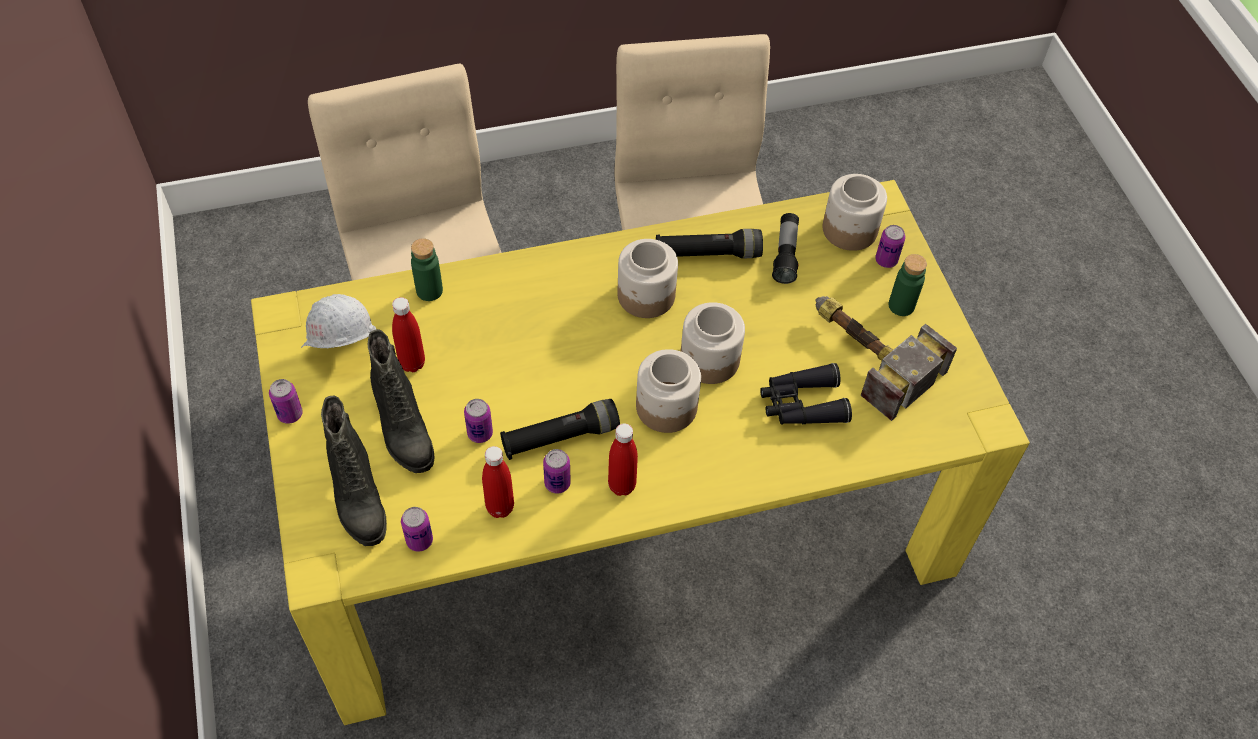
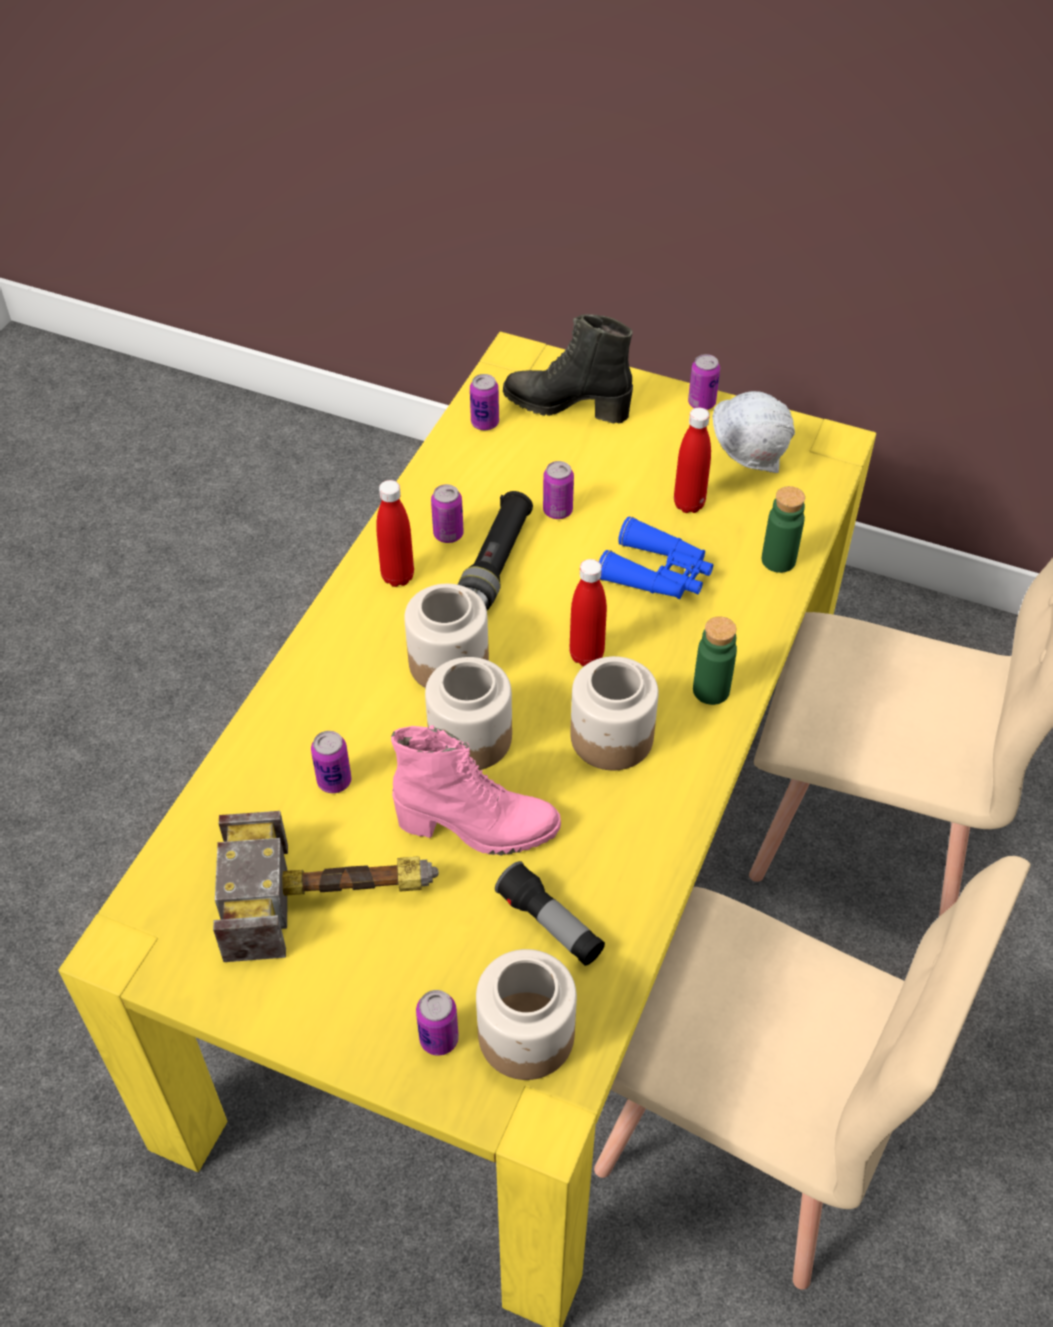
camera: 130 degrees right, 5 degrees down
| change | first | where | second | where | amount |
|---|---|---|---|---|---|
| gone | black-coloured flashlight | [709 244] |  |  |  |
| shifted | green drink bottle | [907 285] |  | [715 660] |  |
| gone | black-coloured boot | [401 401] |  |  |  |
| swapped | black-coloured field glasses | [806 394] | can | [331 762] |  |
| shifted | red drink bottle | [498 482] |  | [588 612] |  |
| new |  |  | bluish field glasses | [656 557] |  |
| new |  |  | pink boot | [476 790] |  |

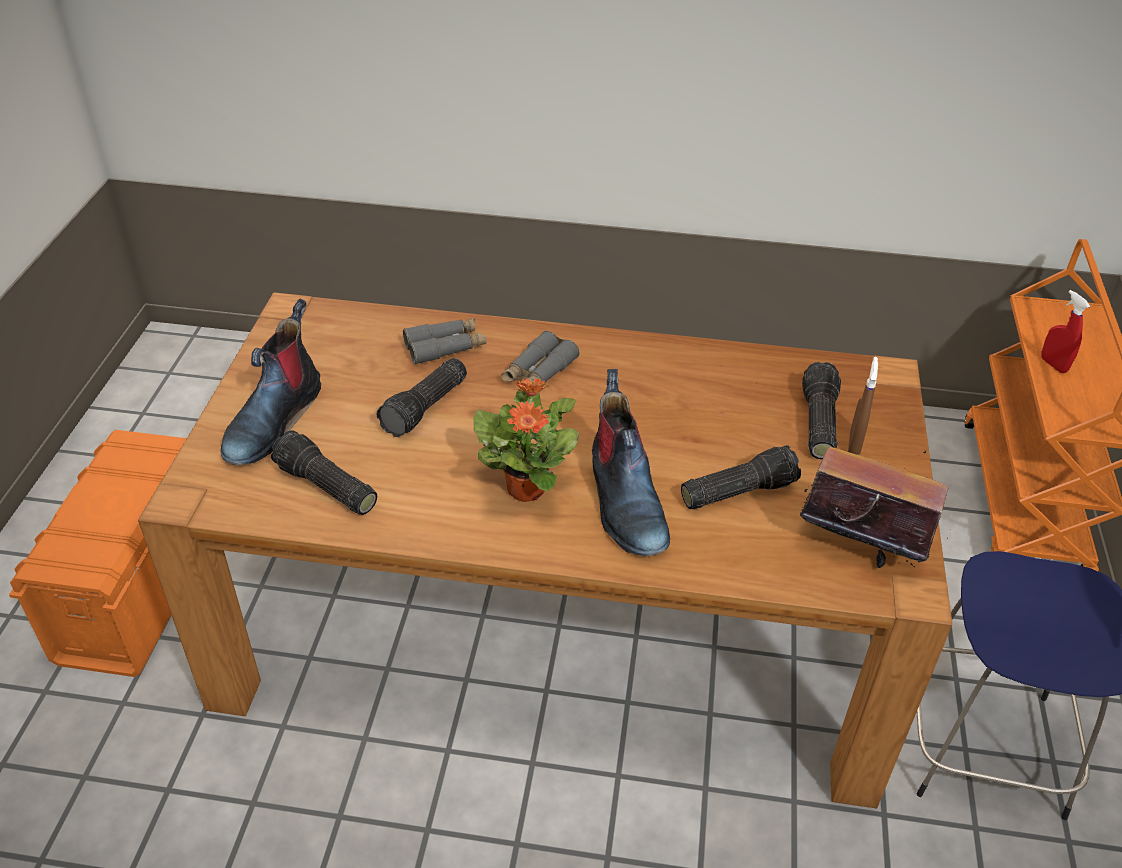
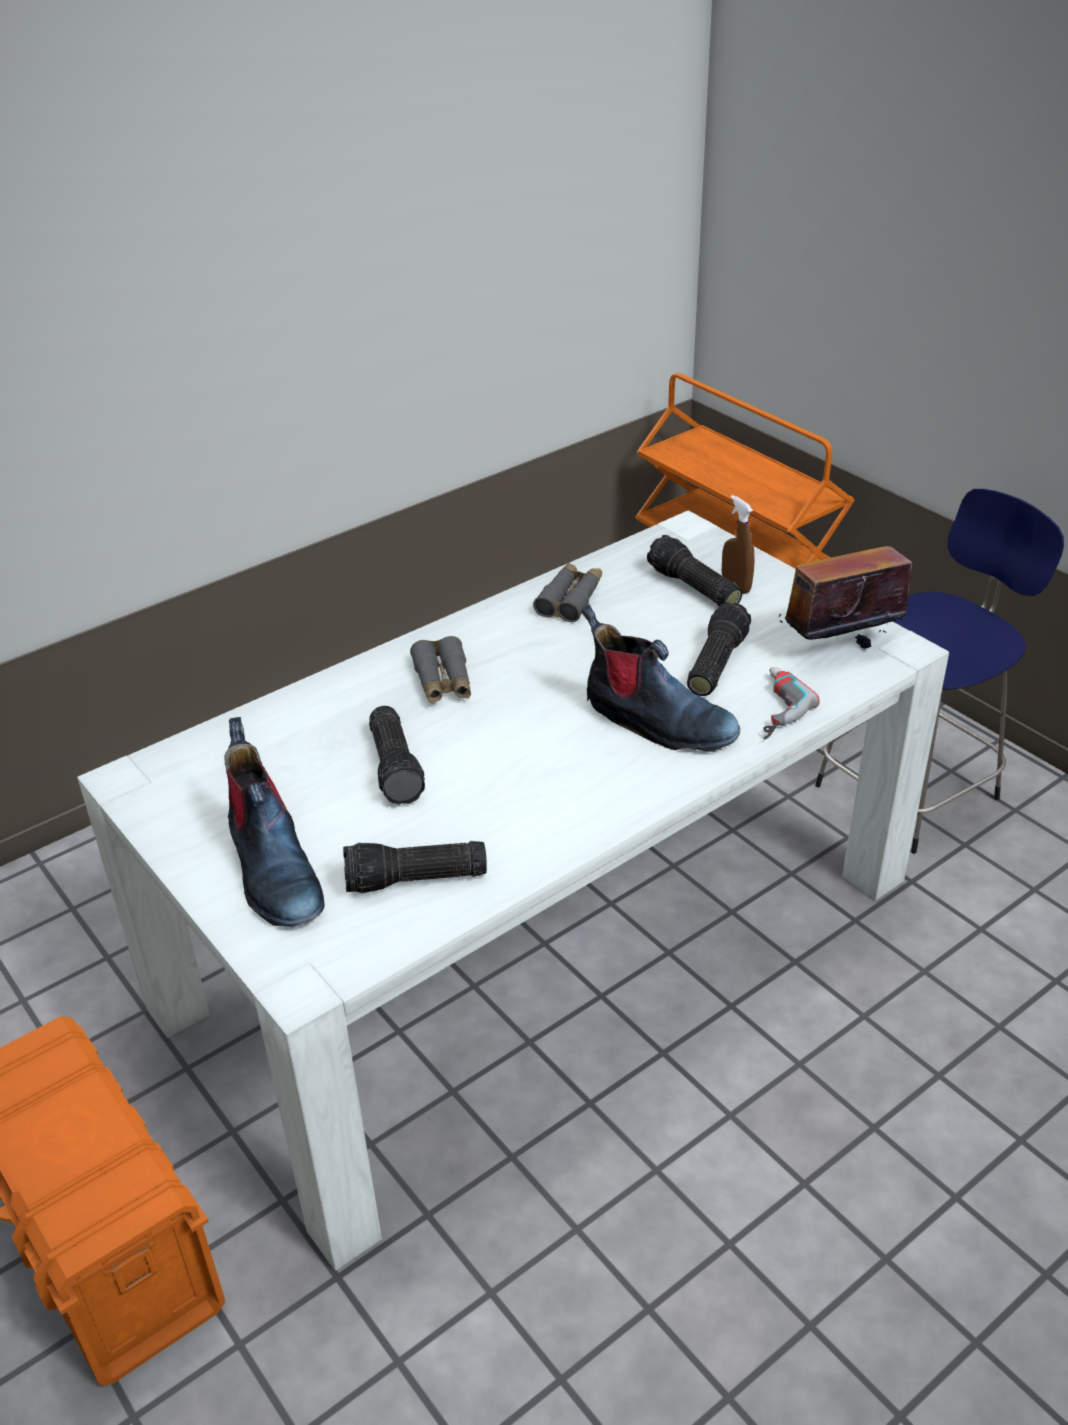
camera: 45 degrees left, 5 degrees down
| change | first | where | second | where | amount |
|---|---|---|---|---|---|
| gone | red sprayer | [1065 331] |  |  |  |
| repainted | brown dining table | [545 550] | whitish dining table | [513 890] |  |
| shifted | greyish field glasses | [444 341] |  | [567 592] |  |
| gone | plant in a pot | [526 440] |  |  |  |
| new |  |  | electric drill | [791 703] |  |

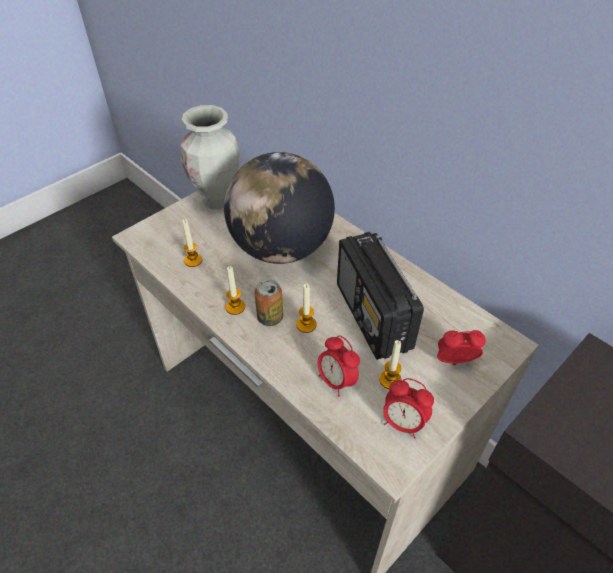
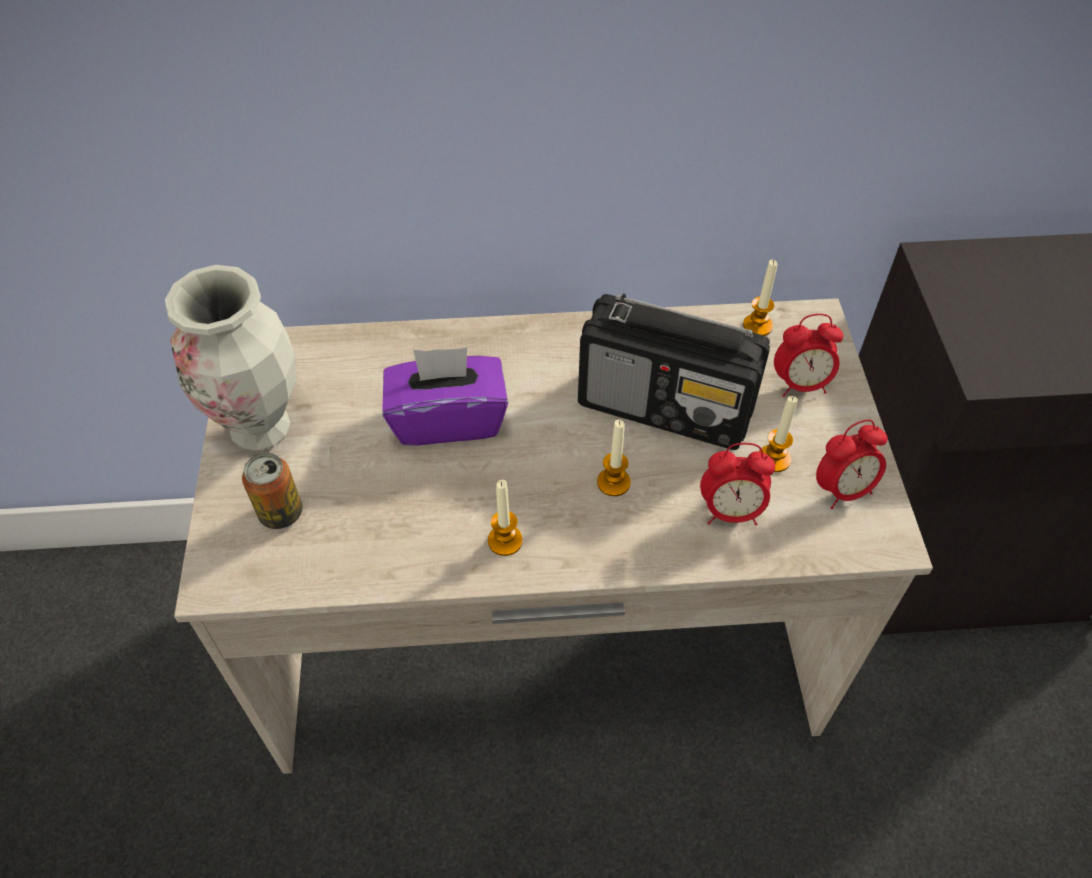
camera: 50 degrees left, 5 degrees up
| change | first | where | second | where | amount |
|---|---|---|---|---|---|
| swapped | desk globe | [279 208] | purple box of tissues | [445 396] |  |
| shifted | candle | [192 243] |  | [760 298] |  |
| shifted | can | [268 302] |  | [272 491] |  |
| rotated | table clock | [461 347] |  | [808 355] | 135 degrees counterclockwise |

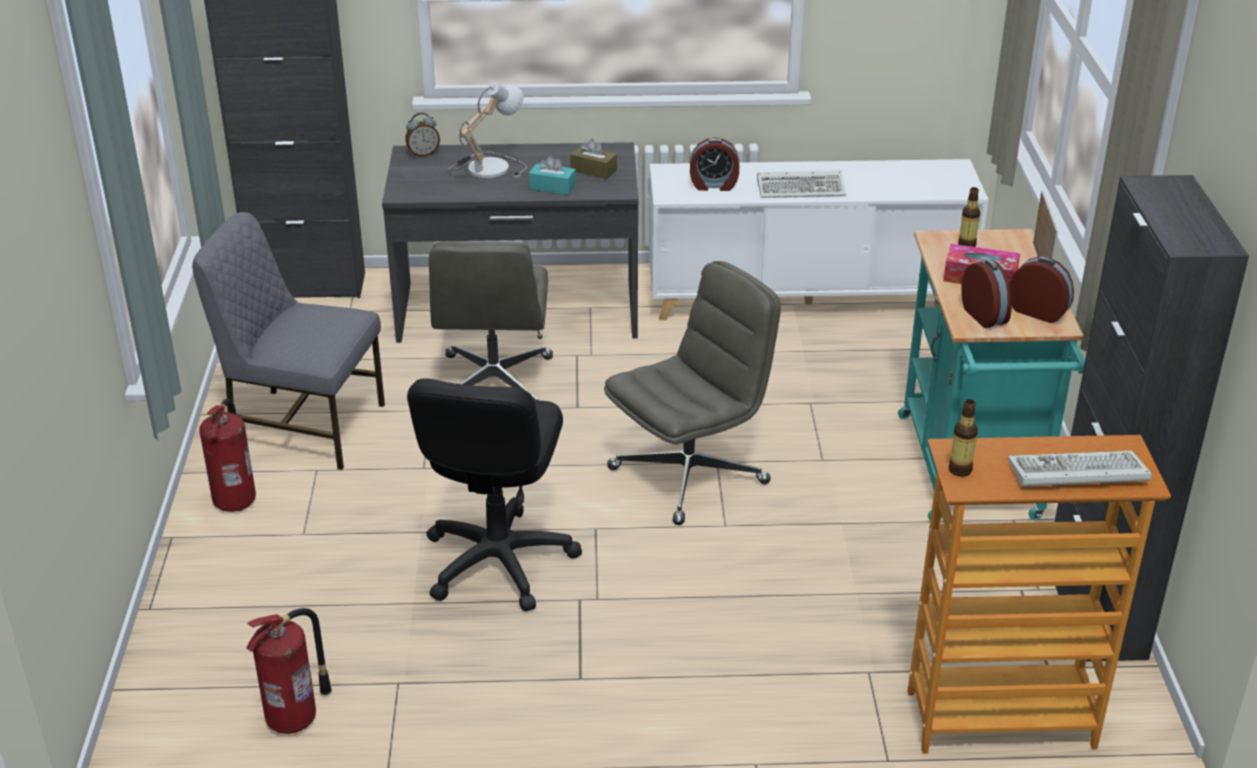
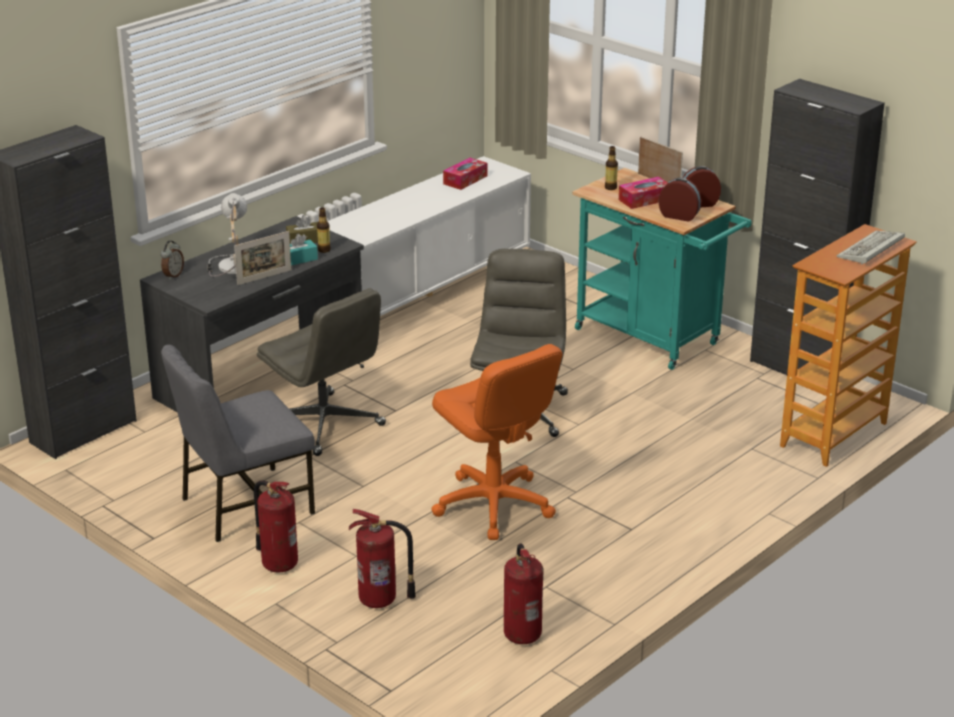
camera: 45 degrees left, 5 degrees down
| change | first | where | second | where | amount |
|---|---|---|---|---|---|
| gone | table clock | [714 164] |  |  |  |
| gone | PC keyboard | [801 184] |  |  |  |
| repainted | black-coloured desk chair | [494 494] | orange desk chair | [497 442] |  |
| shifted | drink bottle | [963 438] |  | [324 230] |  |
| new |  |  | box of tissues | [465 174] |  |
| new |  |  | photo frame | [262 258] |  |
| new |  |  | fire-fighting cylinder | [382 558] |  |

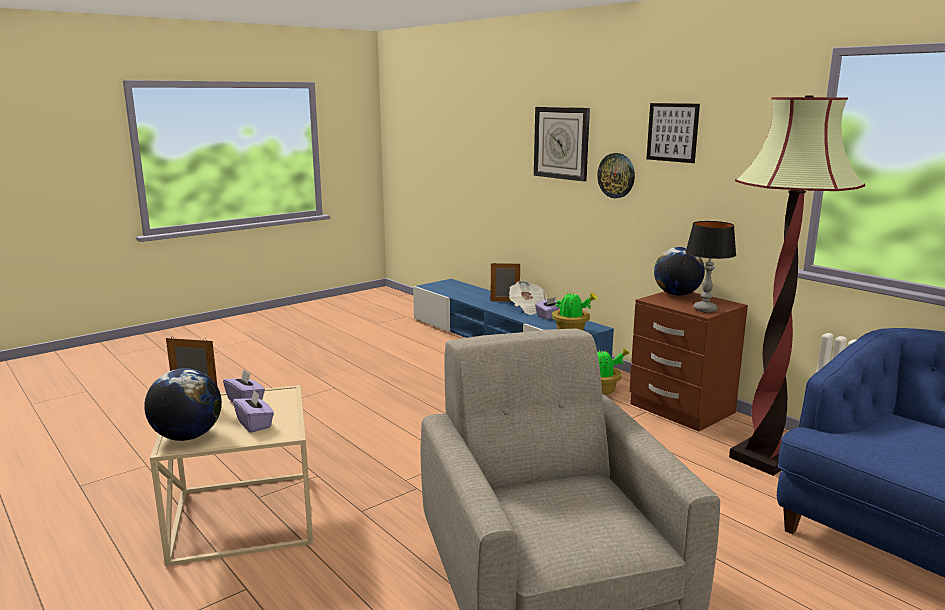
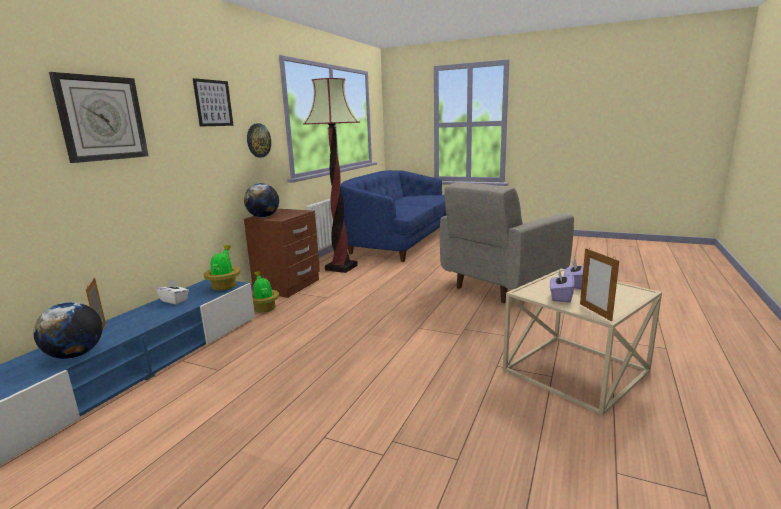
camera: 115 degrees left, 0 degrees up
| change | first | where | second | where | amount |
|---|---|---|---|---|---|
| shifted | hanging clock | [616 175] |  | [259 140] |  |
| gone | lamp for a table | [710 267] |  |  |  |
| gone | newspaper | [528 298] |  |  |  |
| repainted | purple box of tissues | [547 308] | whitish box of tissues | [172 292] |  |
| shifted | desk globe | [183 404] |  | [68 330] |  |

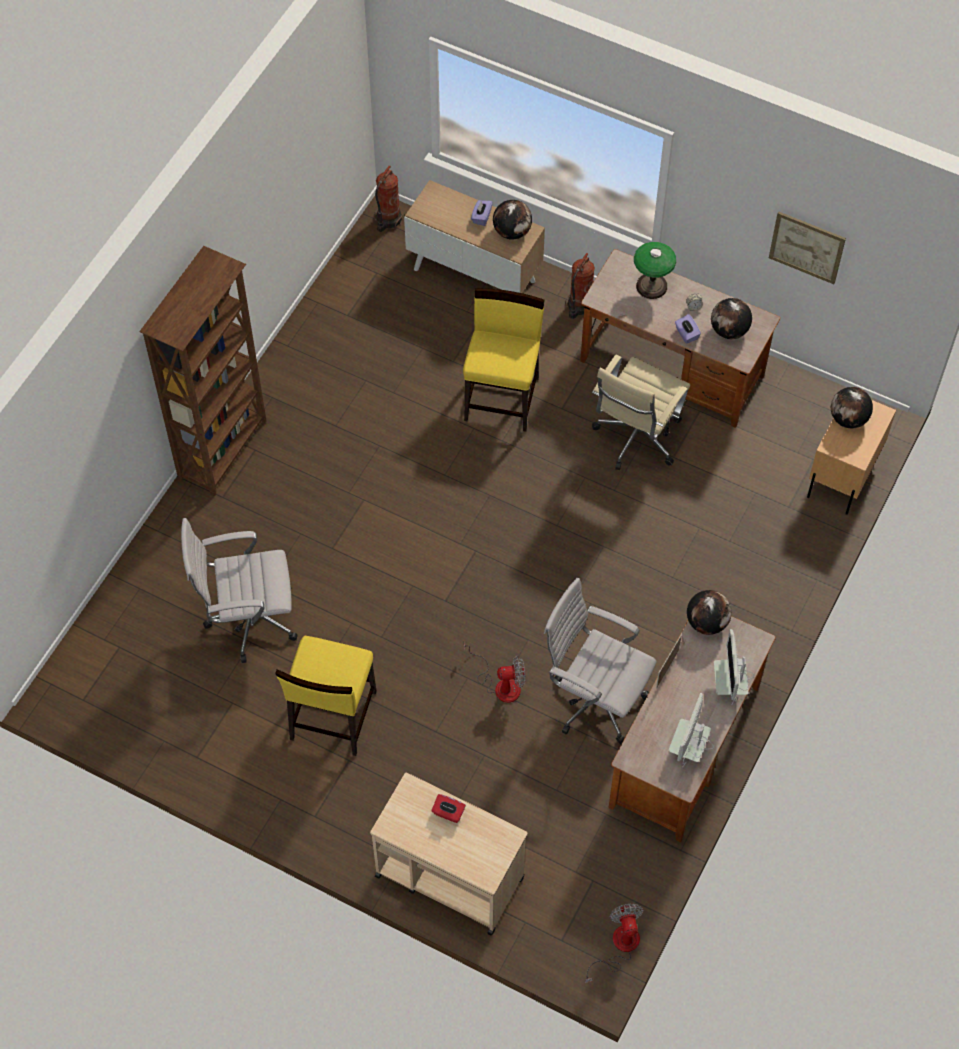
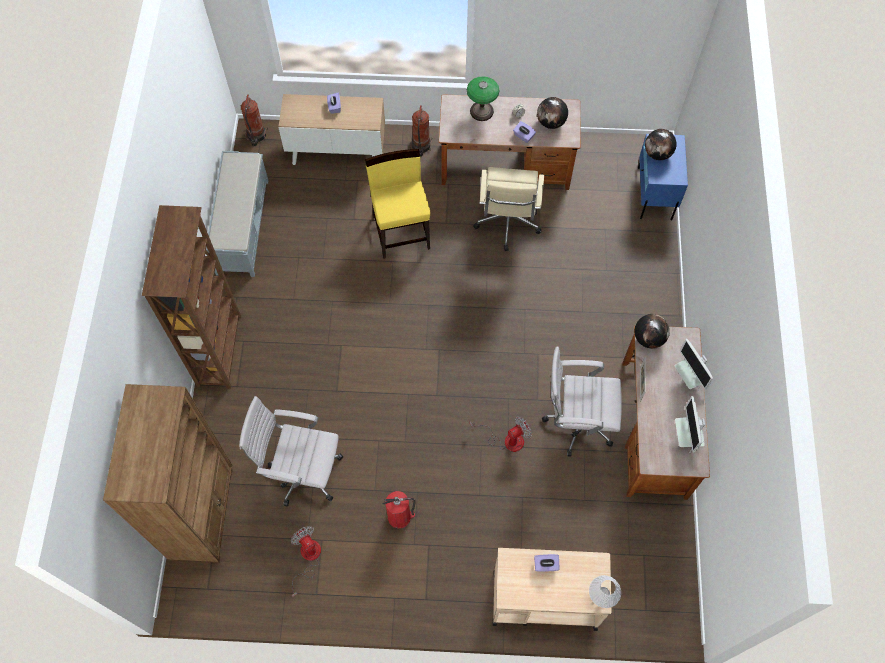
camera: 25 degrees left, 5 degrees up
| change | first | where | second | where | amount |
|---|---|---|---|---|---|
| gone | desk globe | [512 220] |  |  |  |
| gone | wall picture | [807 247] |  |  |  |
| repainted | beige nightstand | [851 457] | bluish nightstand | [663 177] |  |
| rotated | whitish desk chair | [239 590] |  | [291 451] | 45 degrees clockwise |
| swapped | yellow-coloured upright chair | [326 695] | fire-fighting cylinder | [399 510] |  |
| repainted | red box of tissues | [449 808] | purple box of tissues | [547 563] |  |
| shifted | cooling fan | [614 943] |  | [306 561] |  |
| new |  |  | greyish long seat | [237 214] |  |
| new |  |  | brown bookcase | [168 473] |  |
| new |  |  | whitish lamp for a table | [605 591] |  |

